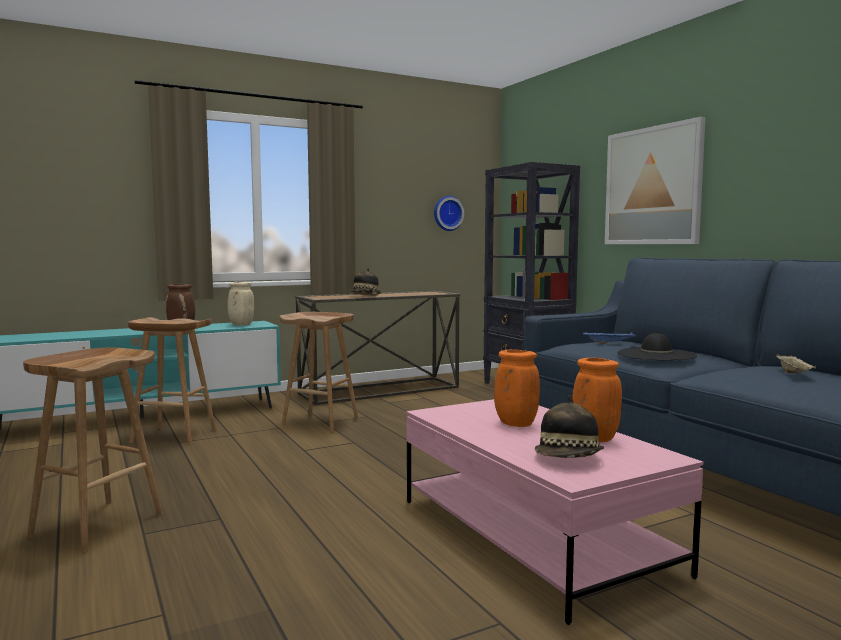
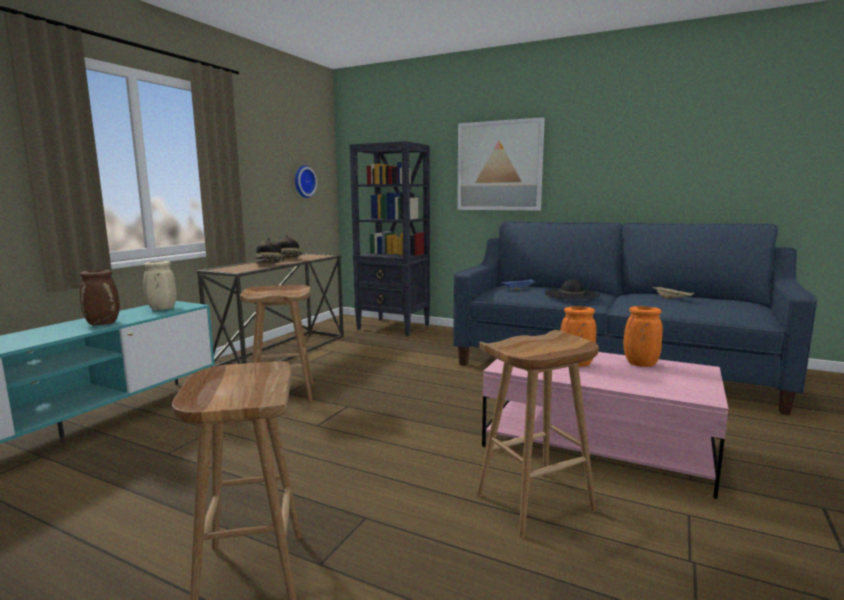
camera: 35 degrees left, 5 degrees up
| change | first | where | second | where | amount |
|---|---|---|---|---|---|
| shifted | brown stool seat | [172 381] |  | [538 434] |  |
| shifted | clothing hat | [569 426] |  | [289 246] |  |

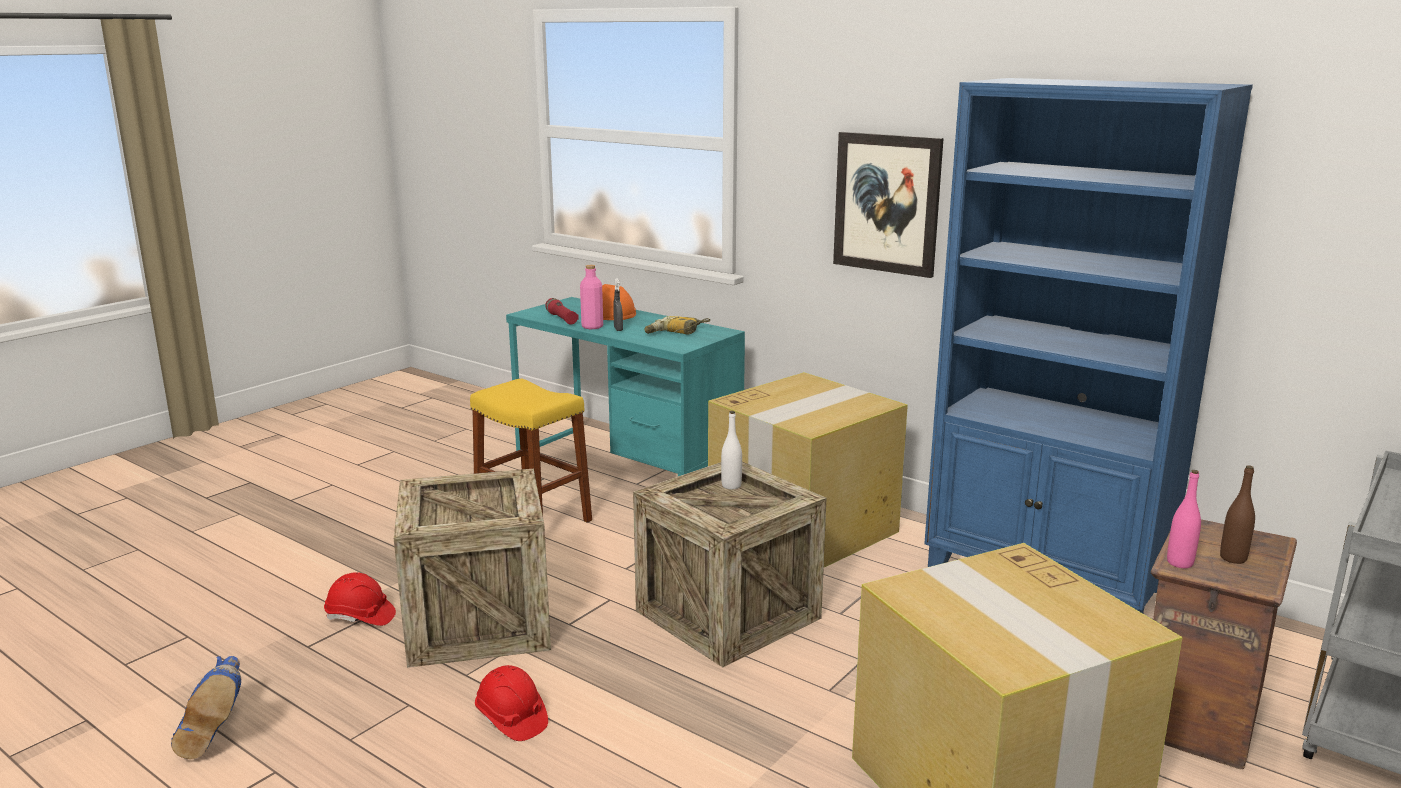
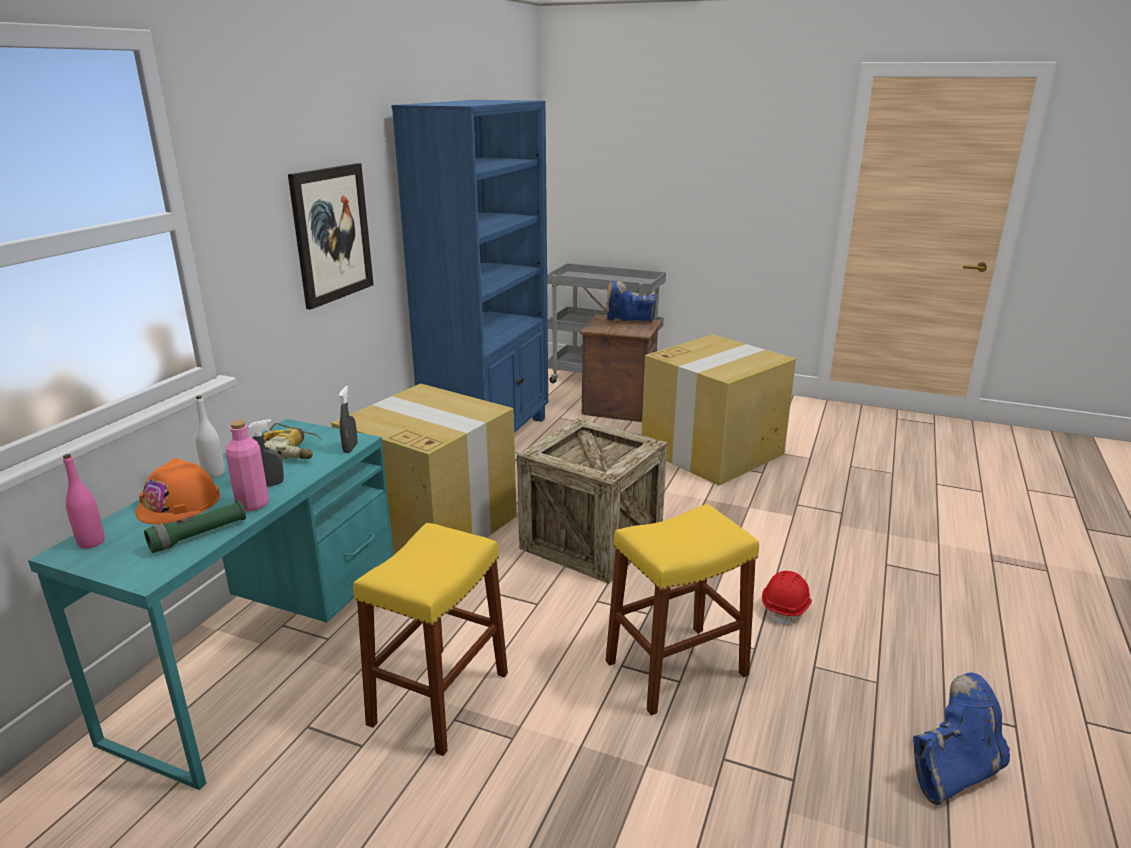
camera: 105 degrees left, 5 degrees up
| change | first | where | second | where | amount |
|---|---|---|---|---|---|
| repainted | red flashlight | [562 311] | green flashlight | [195 526] |  |
| shifted | whitish drink bottle | [731 450] |  | [210 437] |  |
| swapped | brown drink bottle | [1237 514] | bluish boot | [631 301] |  |
| swapped | crate | [472 568] | yellow-coloured stool seat | [682 609] |  |
| shifted | pink drink bottle | [1184 519] |  | [84 501] |  |
| gone | red safety helmet | [360 599] |  |  |  |
| new |  |  | greyish sprayer | [348 419] |  |

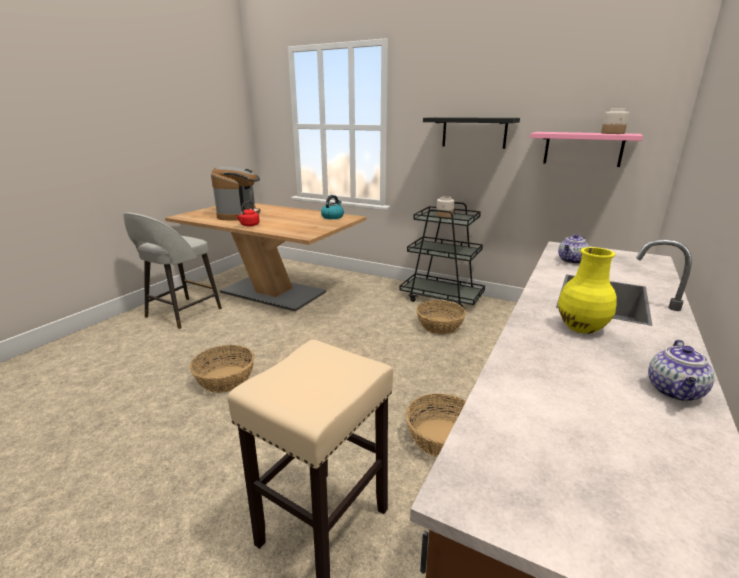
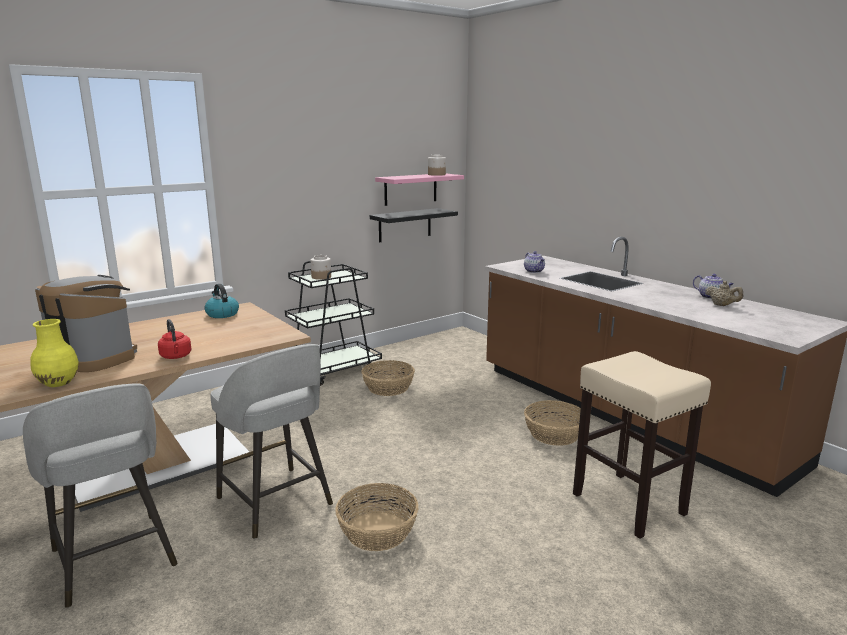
camera: 65 degrees left, 5 degrees down
| change | first | where | second | where | amount |
|---|---|---|---|---|---|
| shifted | black-coloured bracket shelf | [471 133] |  | [414 225] |  |
| shifted | yellow-coloured flower vase | [587 290] |  | [54 353] |  |
| new |  |  | beige tea pot | [724 293] |  |
| new |  |  | greyish stool seat | [271 441] |  |

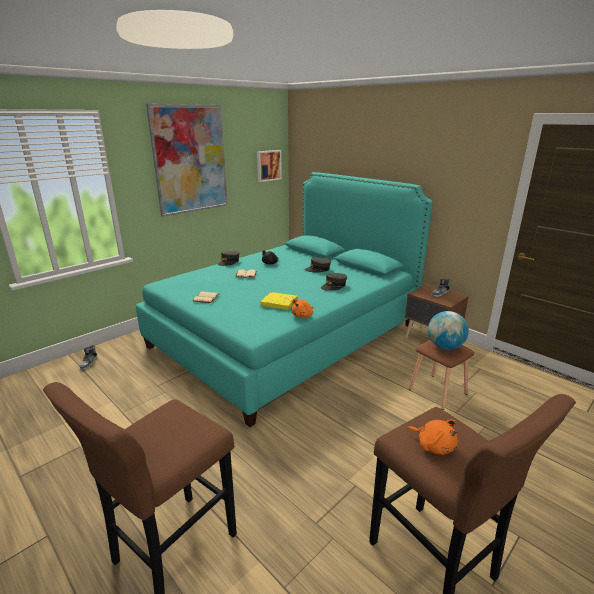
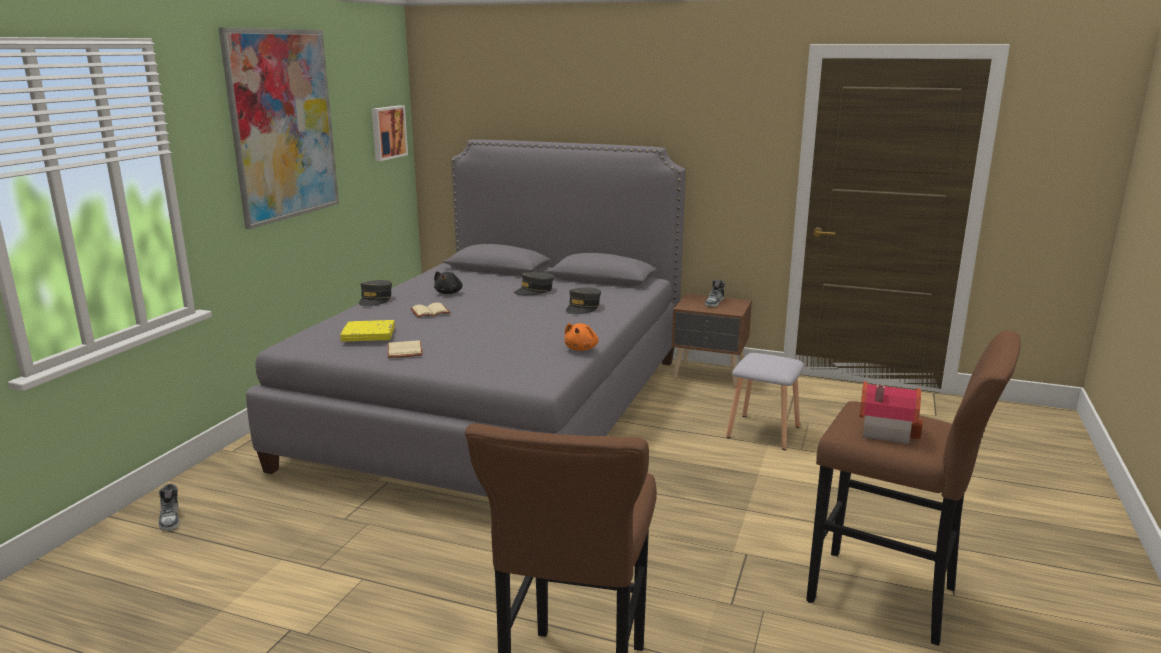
camera: 25 degrees left, 5 degrees down
| change | first | where | second | where | amount |
|---|---|---|---|---|---|
| repainted | turquoise-coloured bed | [284 299] | greyish bed | [466 318] |  |
| shifted | yellow-coloured book | [279 301] |  | [367 331] |  |
| gone | desk globe | [448 330] |  |  |  |
| repainted | brown stool seat | [441 375] | greyish stool seat | [765 401] |  |
| swapped | orange cuddly toy | [432 437] | miniature house | [891 413] |  |

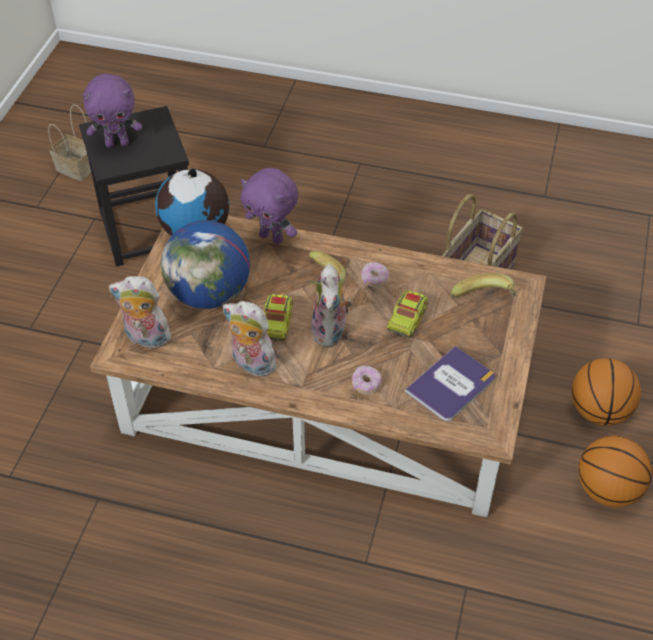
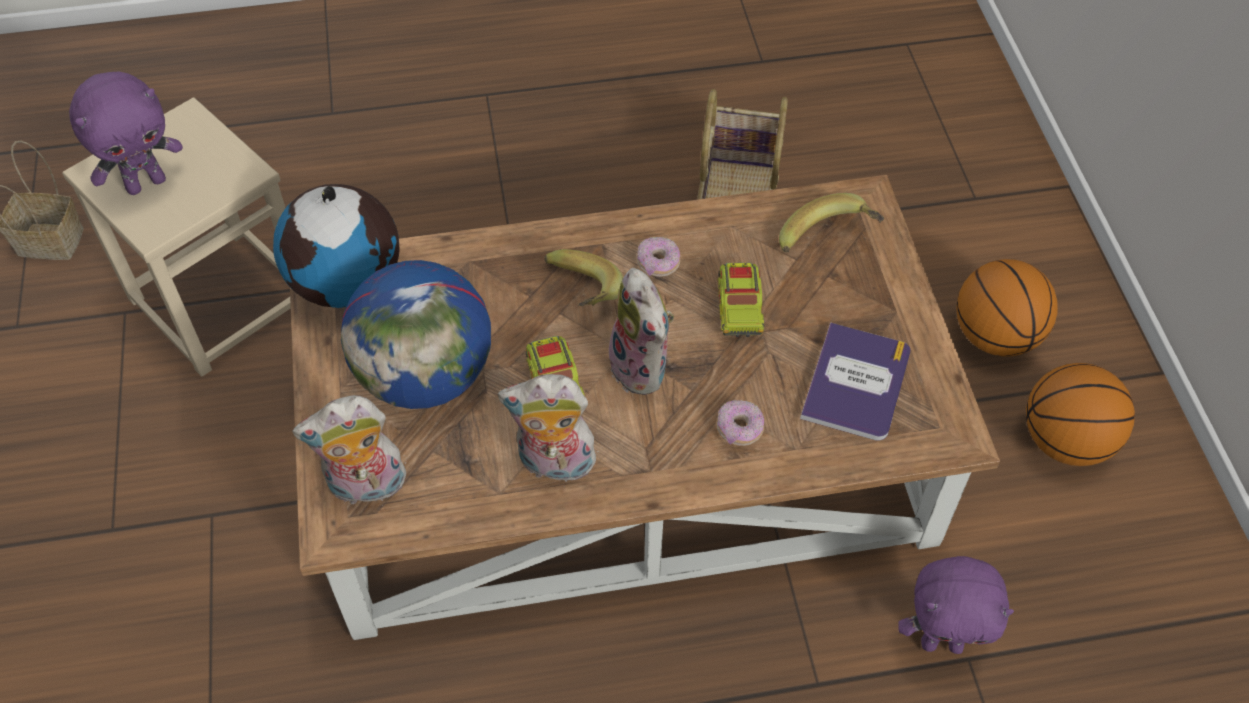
camera: 25 degrees left, 5 degrees up
| change | first | where | second | where | amount |
|---|---|---|---|---|---|
| repainted | black-coloured stool seat | [134 186] | beige stool seat | [176 237] |  |
| shifted | purple cuddly toy | [269 206] |  | [956 605] |  |

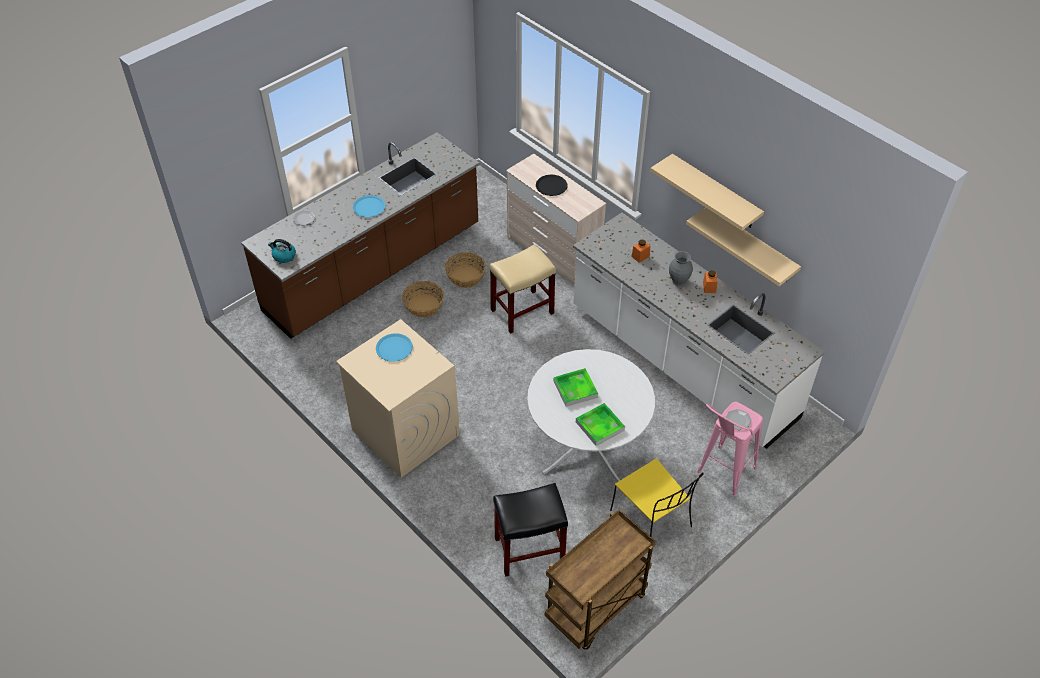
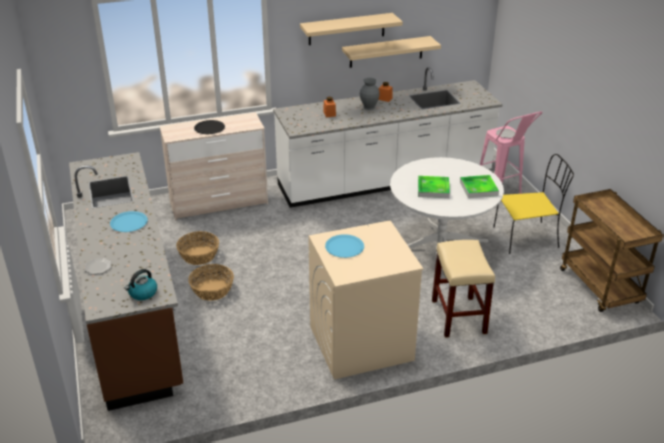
camera: 65 degrees left, 15 degrees down
| change | first | where | second | where | amount |
|---|---|---|---|---|---|
| shifted | beige stool seat | [522 289] |  | [463 289] |  |
| gone | black-coloured stool seat | [530 530] |  |  |  |

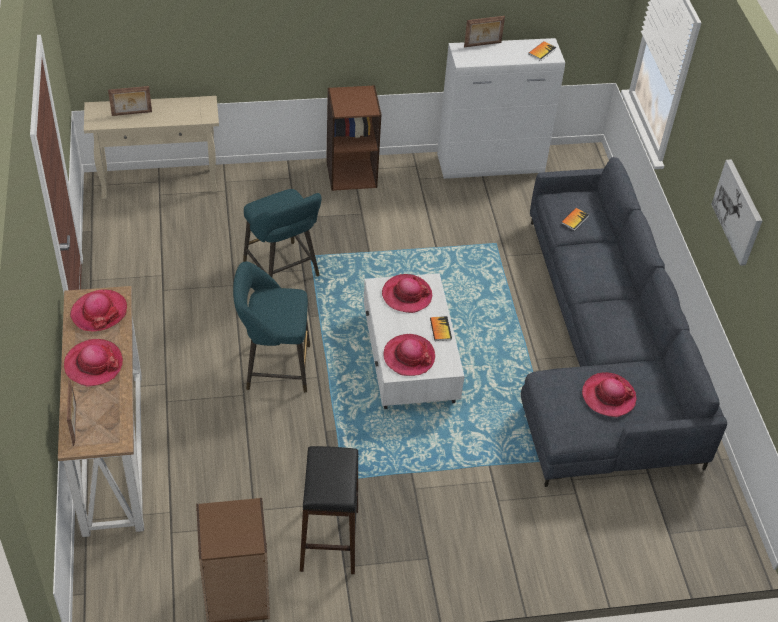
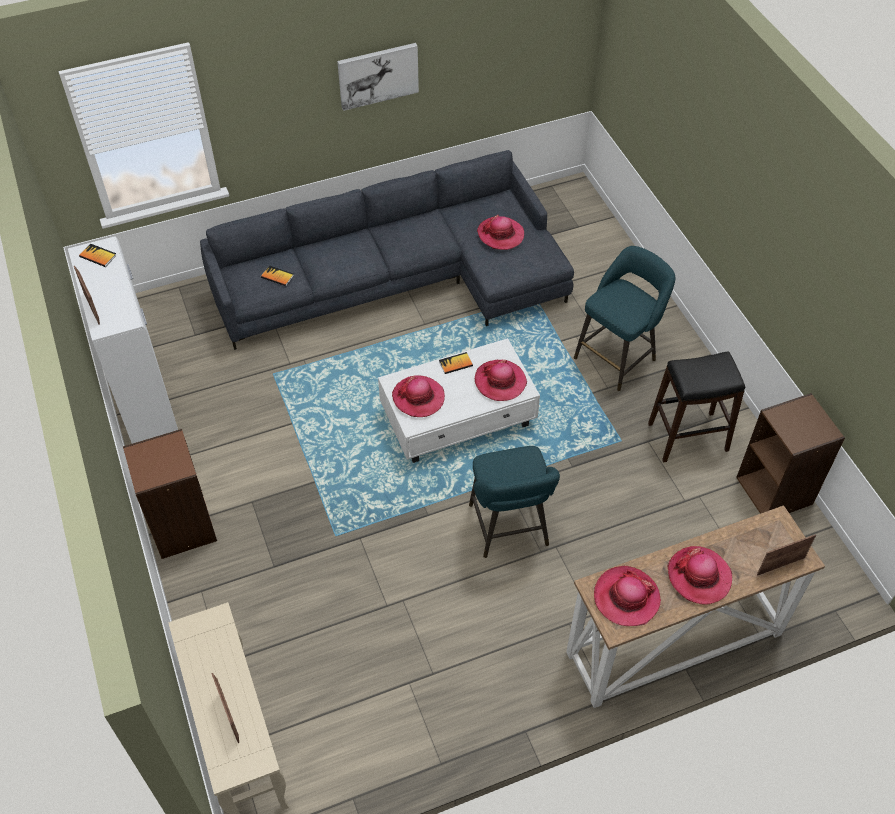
camera: 100 degrees left, 5 degrees up
| change | first | where | second | where | amount |
|---|---|---|---|---|---|
| shifted | turquoise-coloured stool seat | [282 233] |  | [624 318] |  |

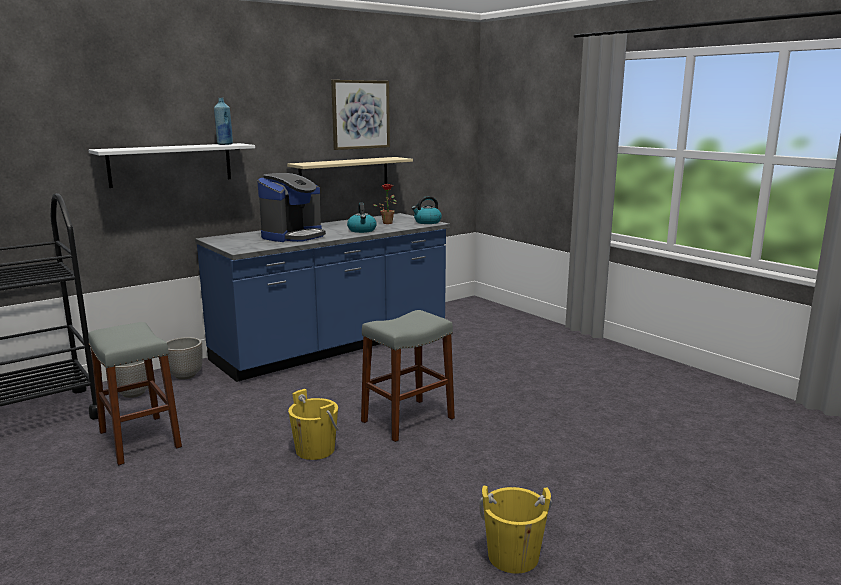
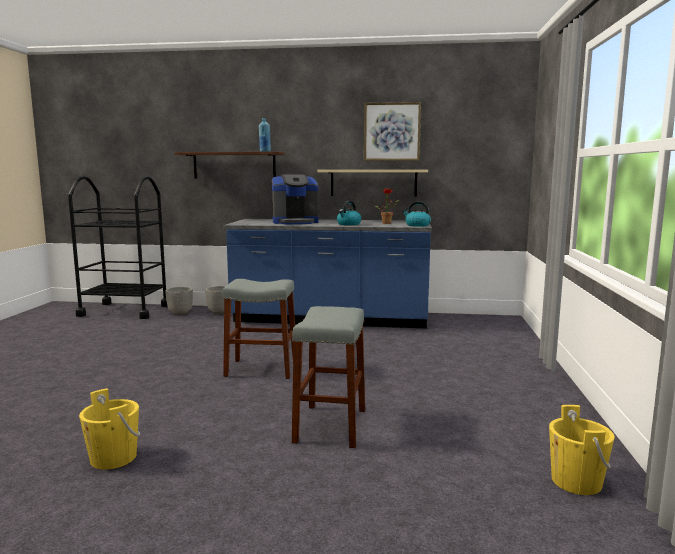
camera: 45 degrees right, 5 degrees down
| change | first | where | second | where | amount |
|---|---|---|---|---|---|
| repainted | whitish bracket shelf | [172 165] | brown bracket shelf | [229 165] |  |
| shifted | greyish stool seat | [135 393] |  | [328 377] |  |
| shifted | yellow-coloured pail | [313 424] |  | [582 450] |  |

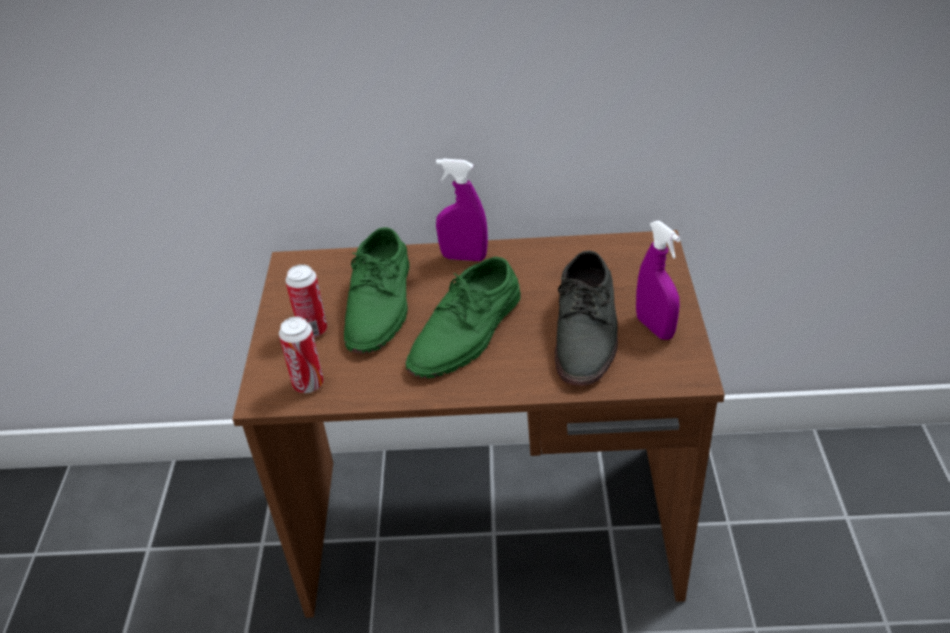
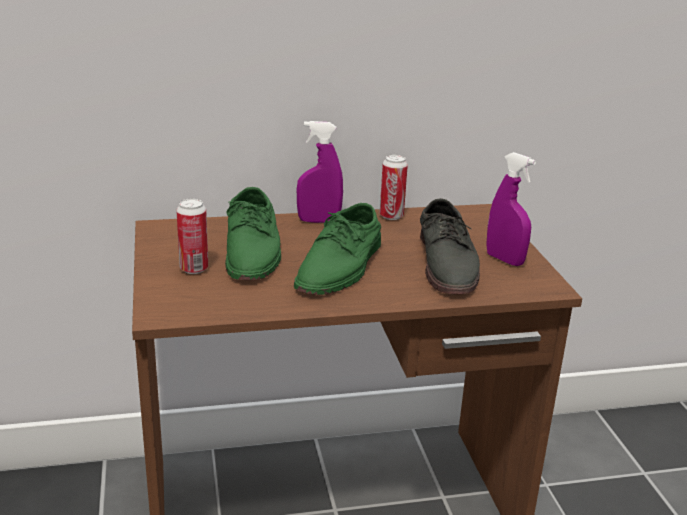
camera: 15 degrees left, 15 degrees down
| change | first | where | second | where | amount |
|---|---|---|---|---|---|
| shifted | can | [301 355] |  | [394 187] |  |

